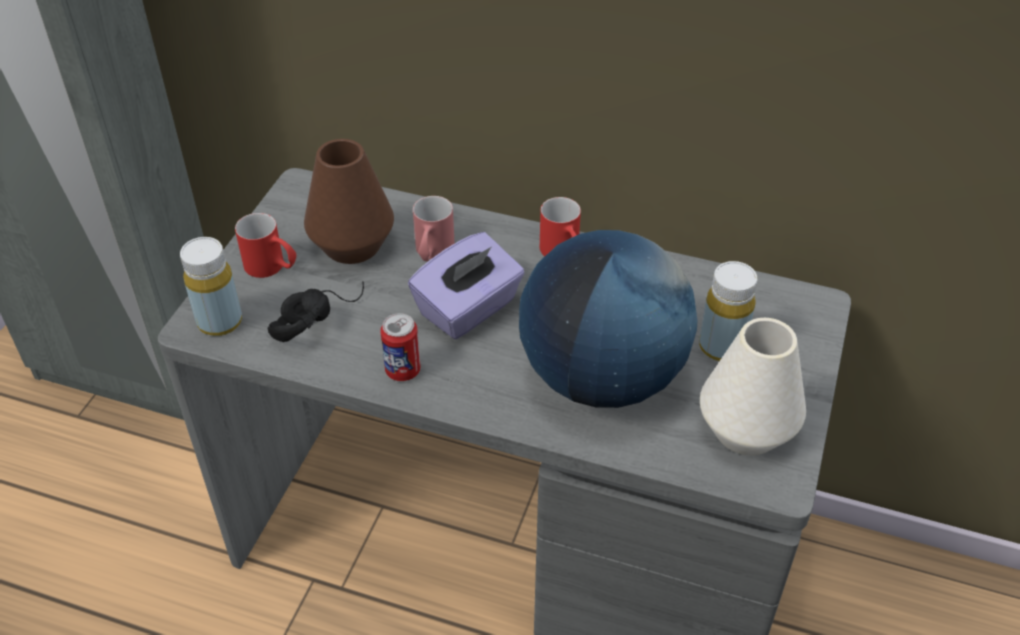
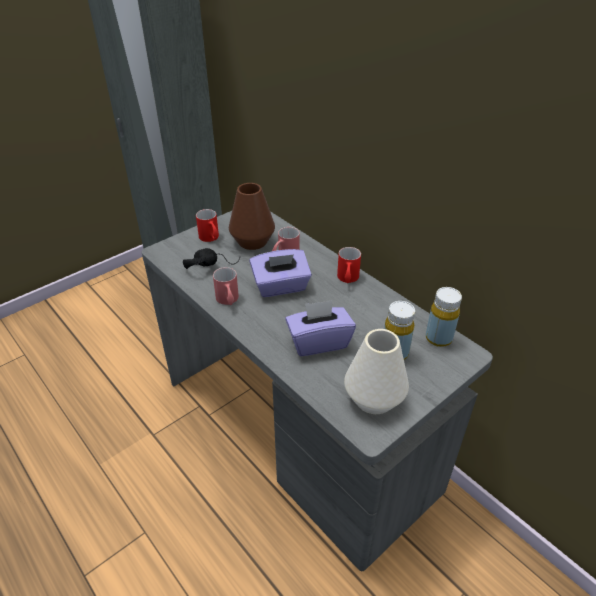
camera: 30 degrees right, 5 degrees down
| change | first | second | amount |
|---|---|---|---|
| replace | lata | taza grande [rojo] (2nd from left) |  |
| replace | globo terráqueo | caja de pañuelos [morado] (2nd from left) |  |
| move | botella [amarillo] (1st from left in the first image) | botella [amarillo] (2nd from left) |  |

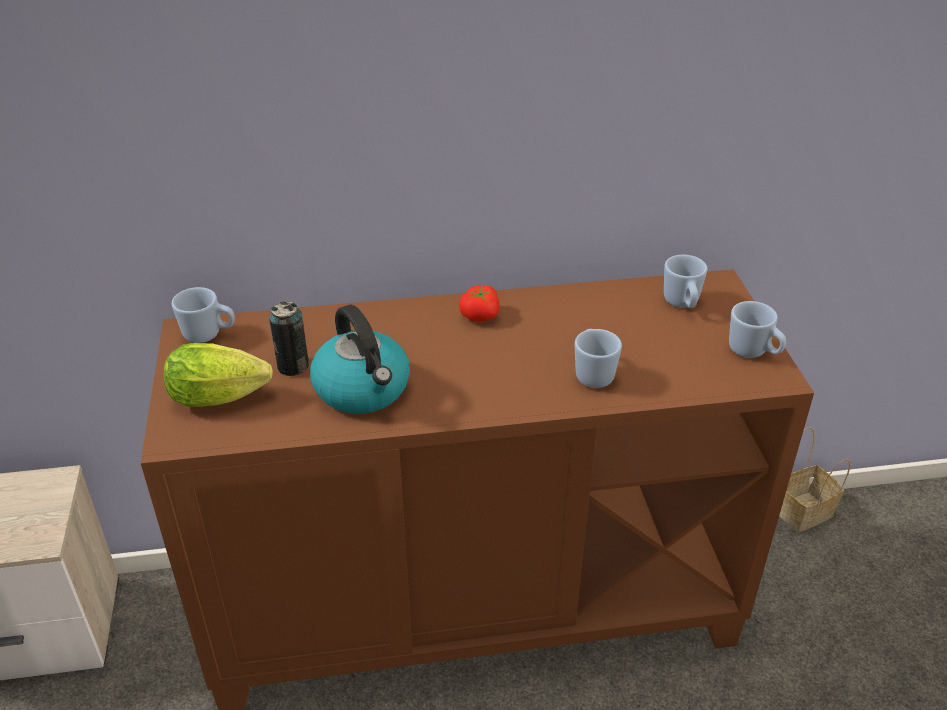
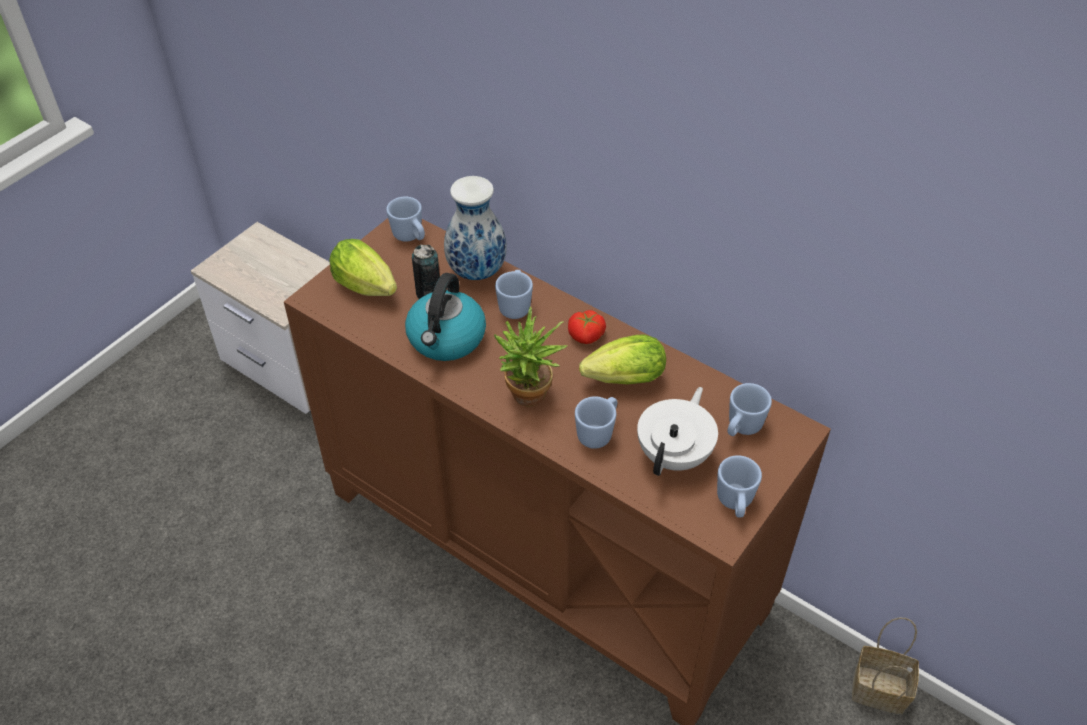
camera: 45 degrees right, 10 degrees up
| change | first | second | amount |
|---|---|---|---|
| insert |  | florero |  |
| insert |  | planta en maceta |  |
| insert |  | taza grande [azul] (2nd from left) |  |
| insert |  | lechuga (2nd from left) |  |
| insert |  | tetera [blanco] |  |

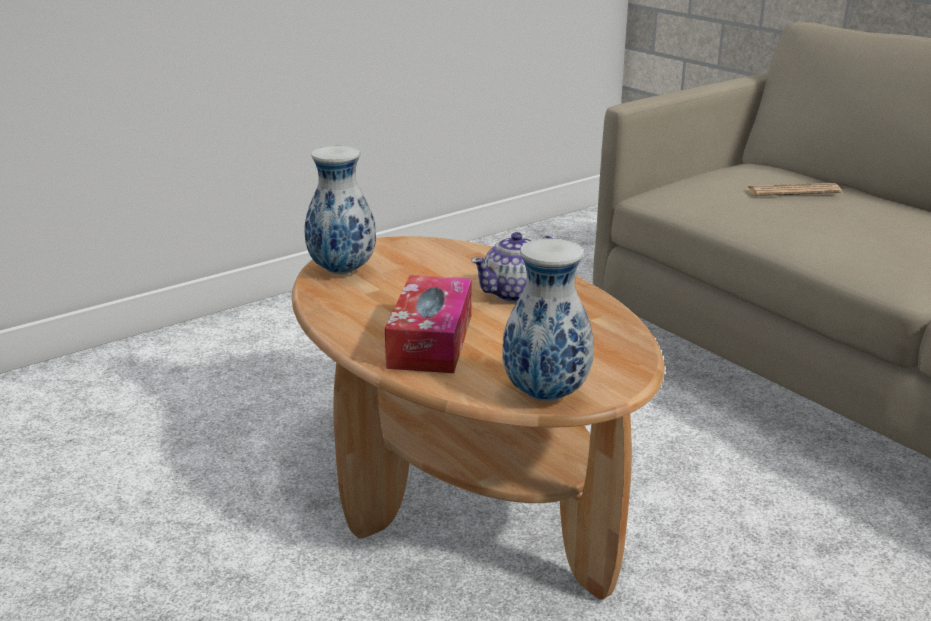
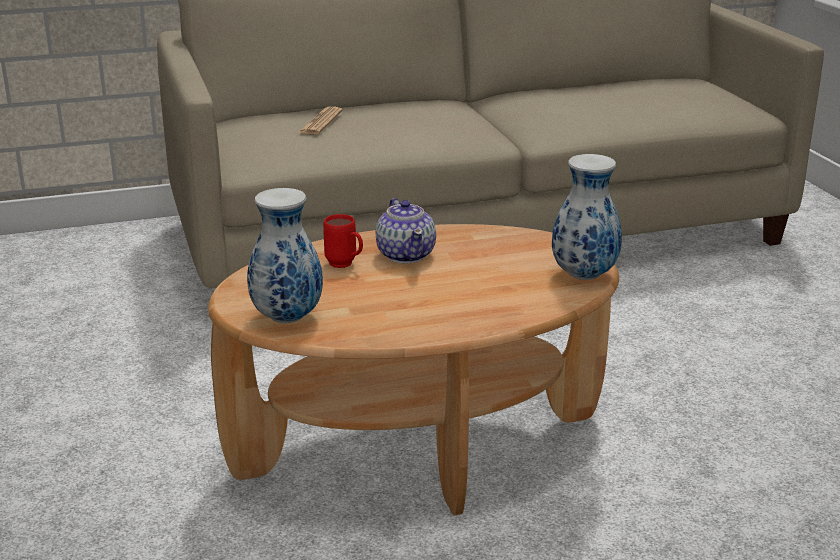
camera: 70 degrees left, 0 degrees up
| change | first | second | amount |
|---|---|---|---|
| insert |  | taza grande [rojo] |  |
| delete | caja de pañuelos |  |  |

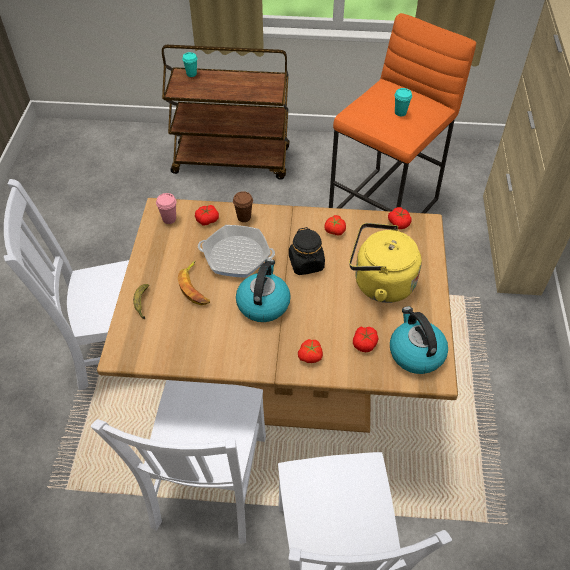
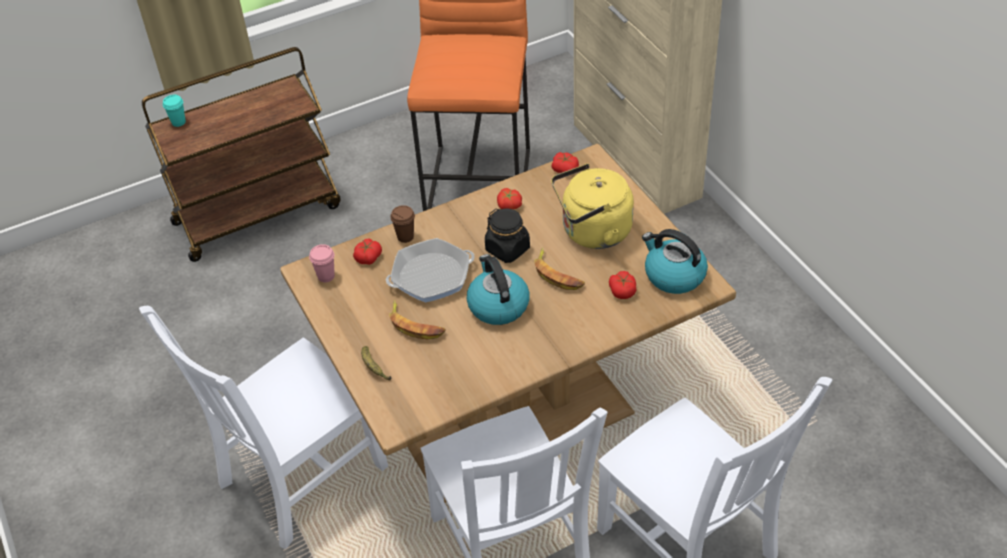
camera: 30 degrees left, 5 degrees down
| change | first | second | amount |
|---|---|---|---|
| insert |  | plátano (3rd from left) |  |
| delete | tomate (2nd from left) |  |  |
| delete | taza [turquesa] (2nd from left) |  |  |

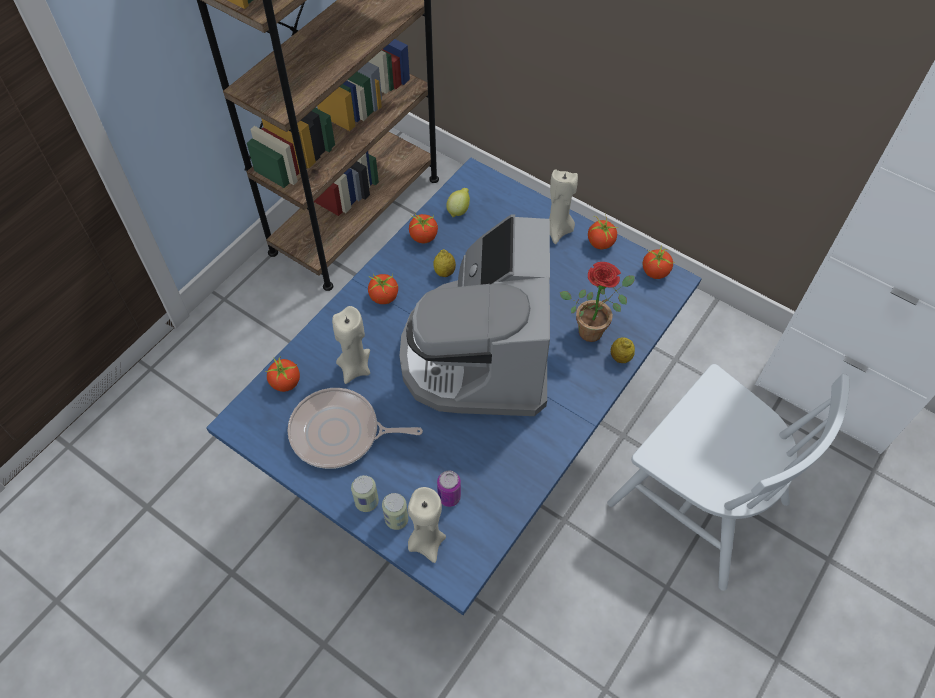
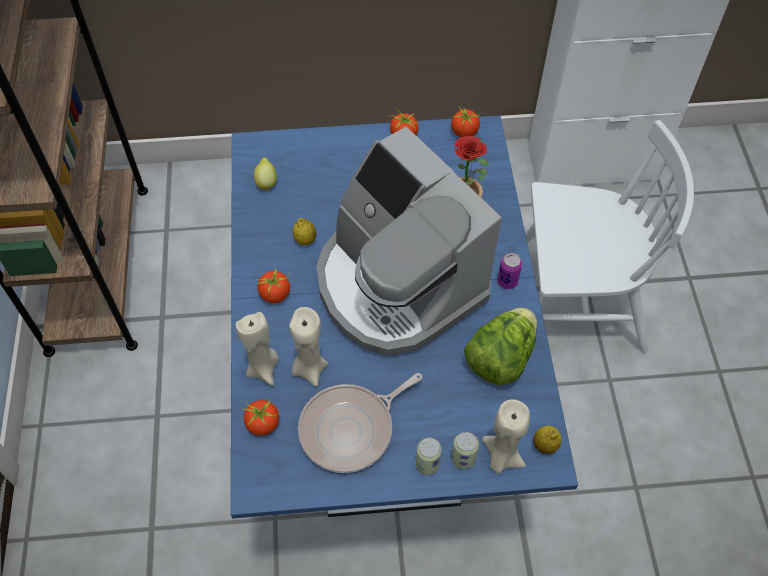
camera: 40 degrees left, 0 degrees up
| change | first | second | amount |
|---|---|---|---|
| move | vela [beis] (3rd from left in the first image) | vela [beis] (1st from left) |  |
| insert |  | lechuga |  |
| move | lata (3rd from left) |  |  |
| move | limón (3rd from left) |  |  |
| delete | tomate (3rd from left) |  |  |

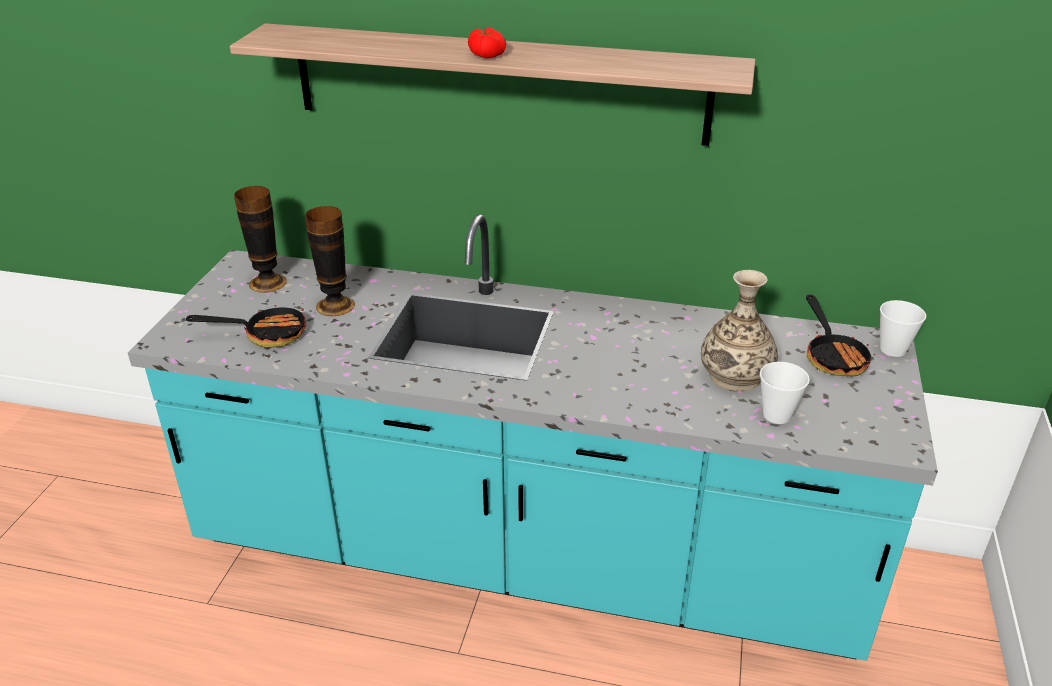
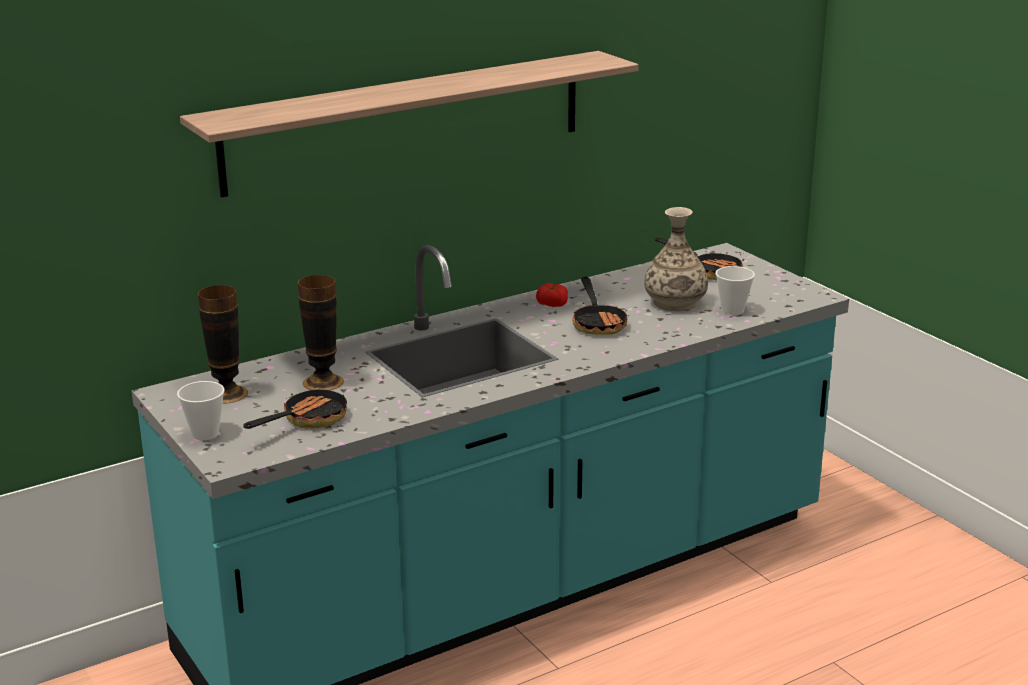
camera: 45 degrees left, 10 degrees down
| change | first | second | amount |
|---|---|---|---|
| move | taza (2nd from left in the first image) | taza (1st from left) |  |
| move | tomate |  |  |
| insert |  | sartén (2nd from left) |  |

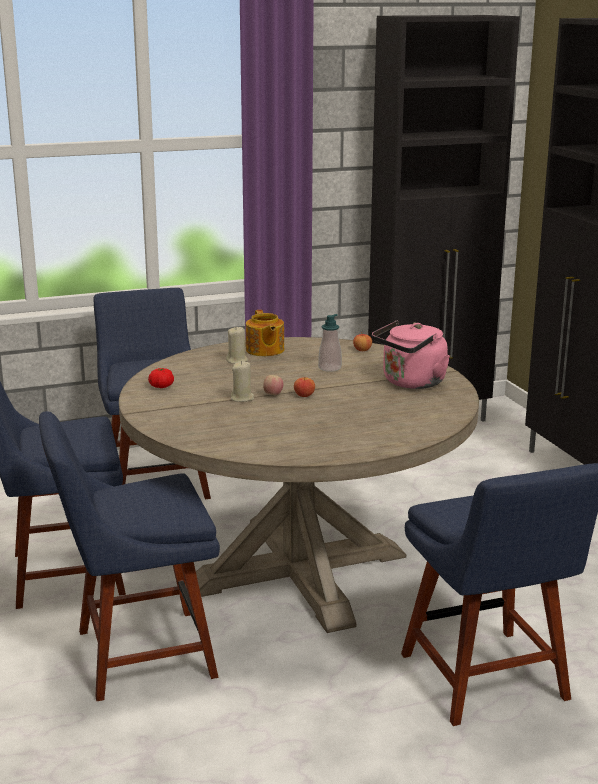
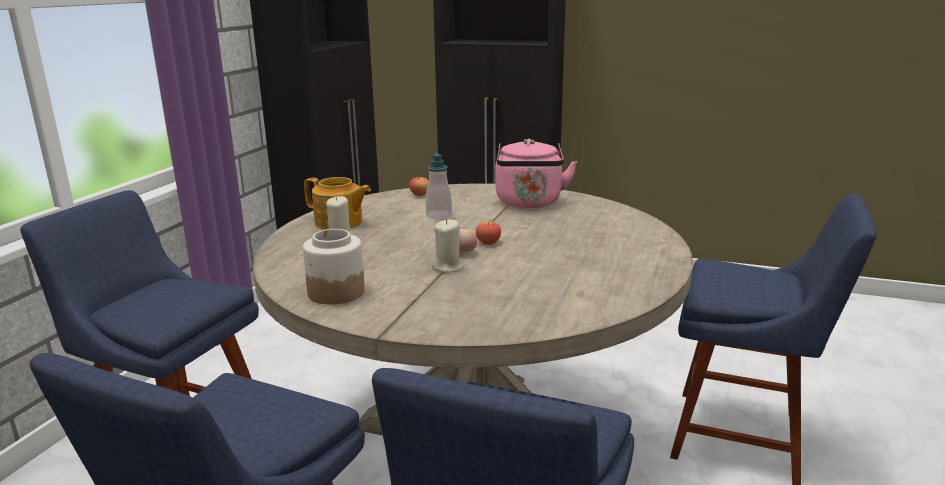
camera: 50 degrees left, 0 degrees up
| change | first | second | amount |
|---|---|---|---|
| replace | tomate | tarro |  |

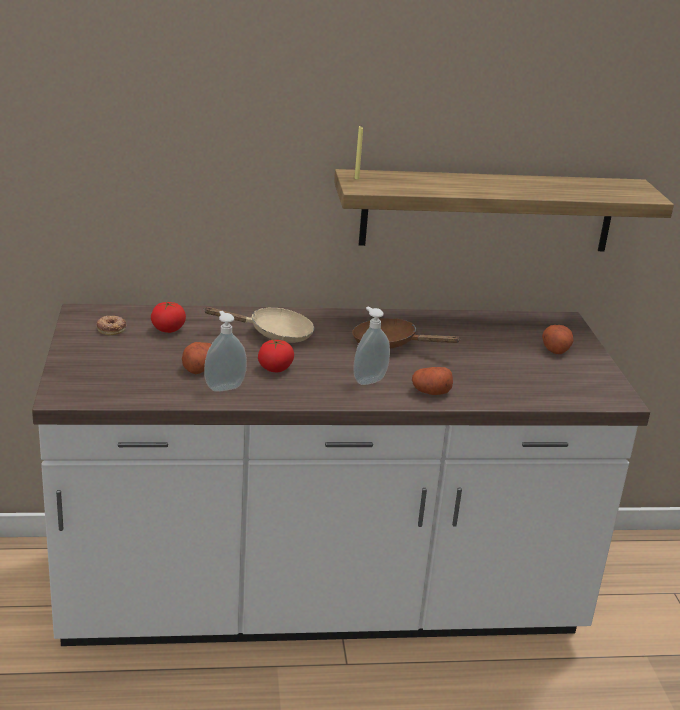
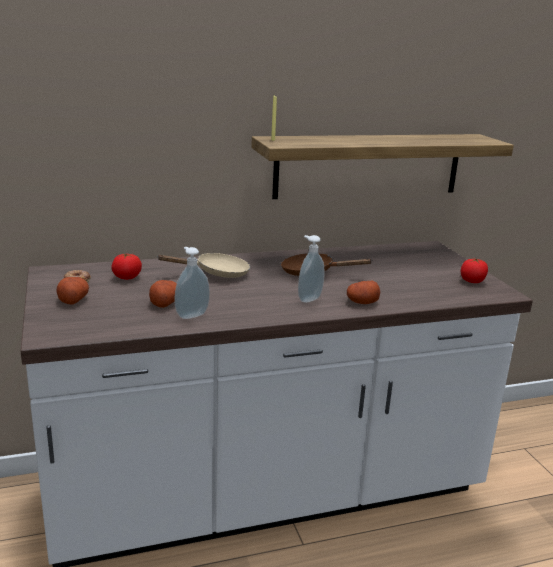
camera: 10 degrees left, 5 degrees down
| change | first | second | amount |
|---|---|---|---|
| move | patata (3rd from left in the first image) | patata (1st from left) |  |
| move | tomate (2nd from left) |  |  |

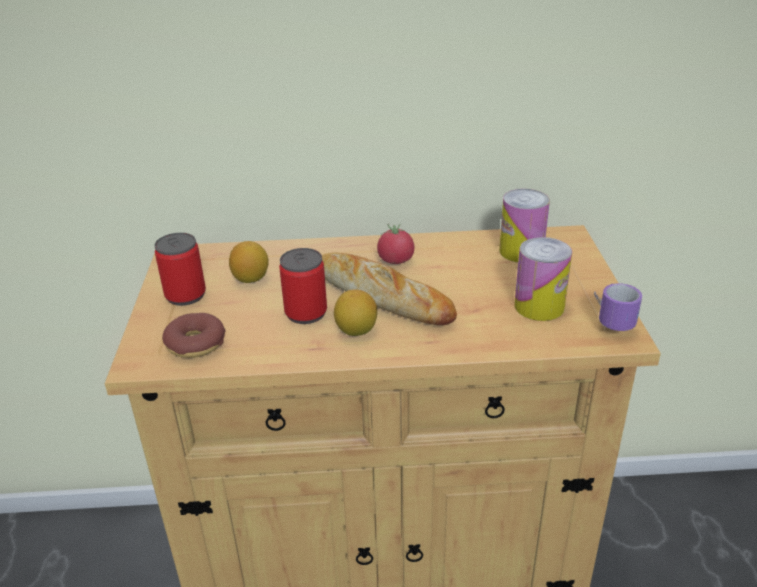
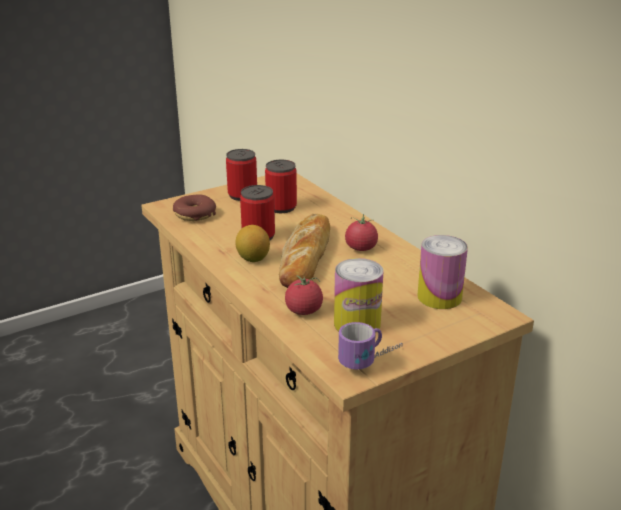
camera: 60 degrees right, 5 degrees down
| change | first | second | amount |
|---|---|---|---|
| replace | limón (1st from left) | lata (3rd from left) |  |
| insert |  | tomate (1st from left) |  |

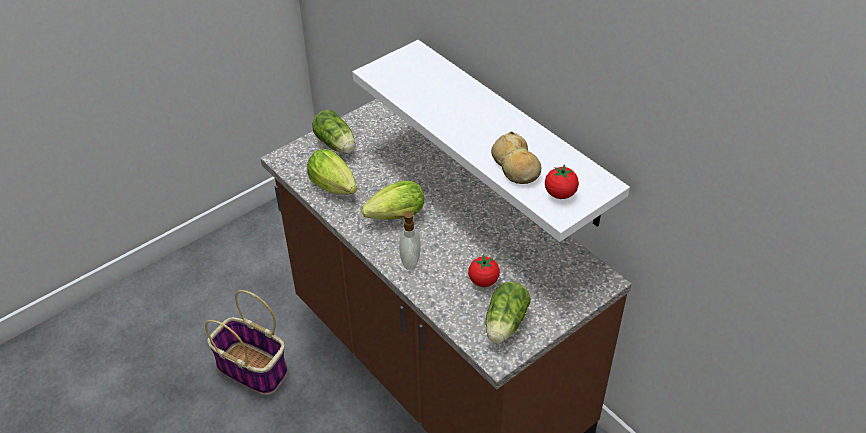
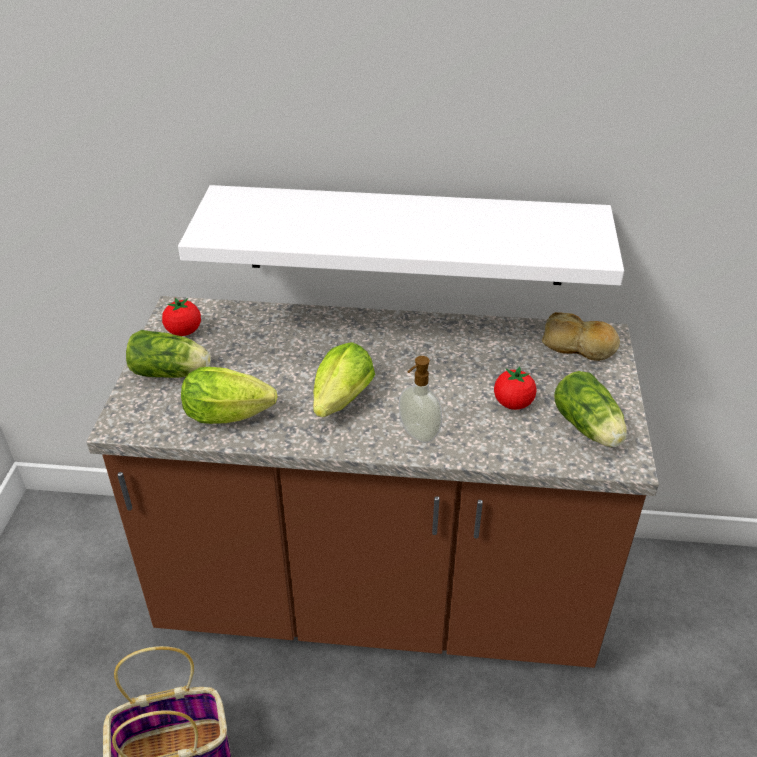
camera: 45 degrees left, 5 degrees down
| change | first | second | amount |
|---|---|---|---|
| move | tomate (2nd from left in the first image) | tomate (1st from left) |  |
| move | pan |  |  |

